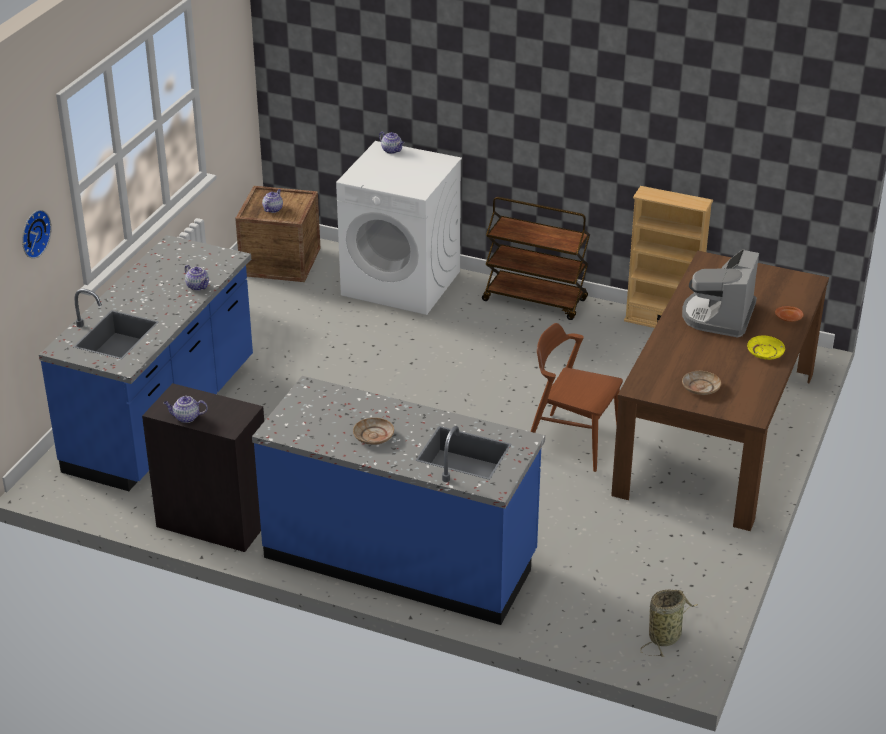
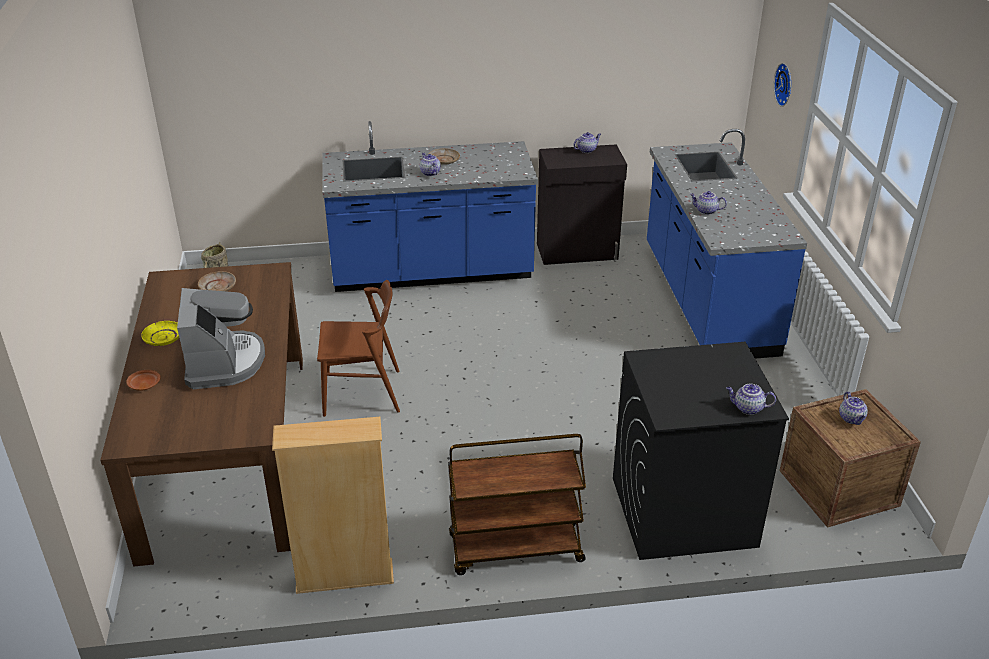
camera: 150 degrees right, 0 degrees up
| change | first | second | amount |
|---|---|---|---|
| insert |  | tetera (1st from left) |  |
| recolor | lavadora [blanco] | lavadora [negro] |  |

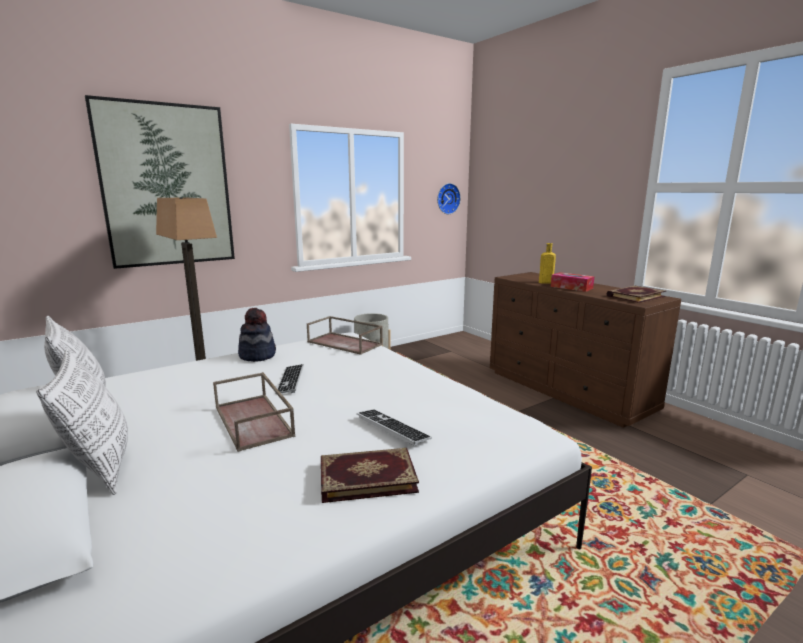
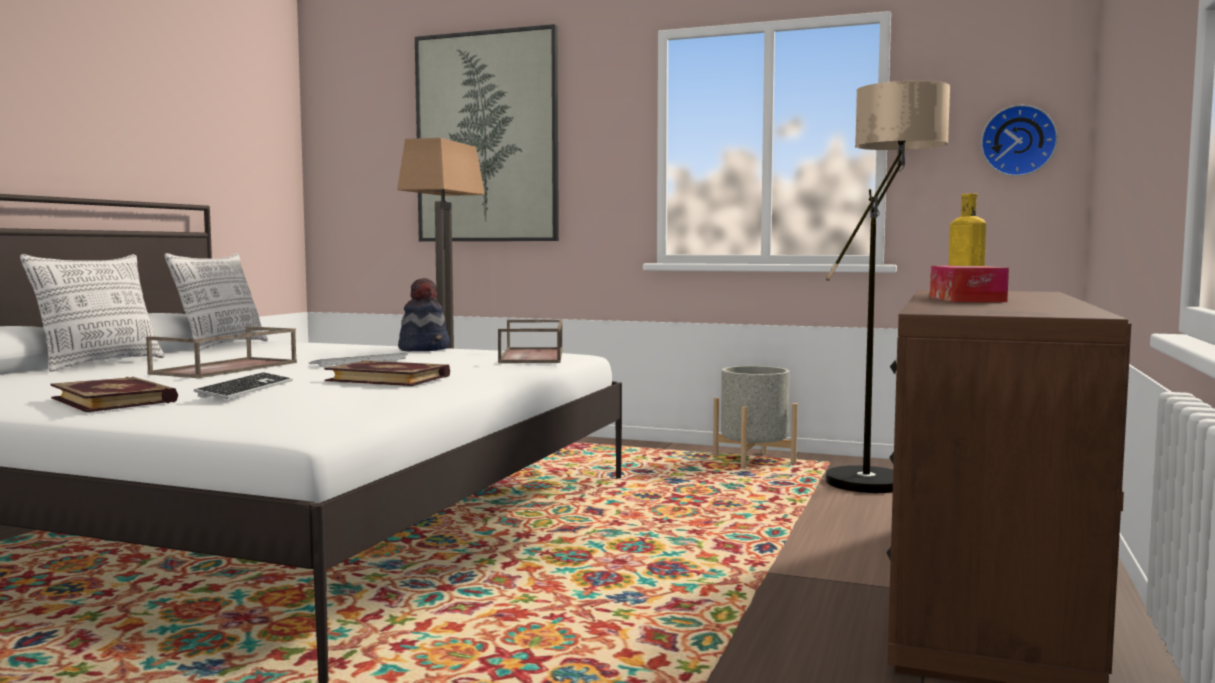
camera: 55 degrees right, 10 degrees down
| change | first | second | amount |
|---|---|---|---|
| move | libro (2nd from left) |  |  |
| insert |  | lámpara de pie (2nd from left) |  |

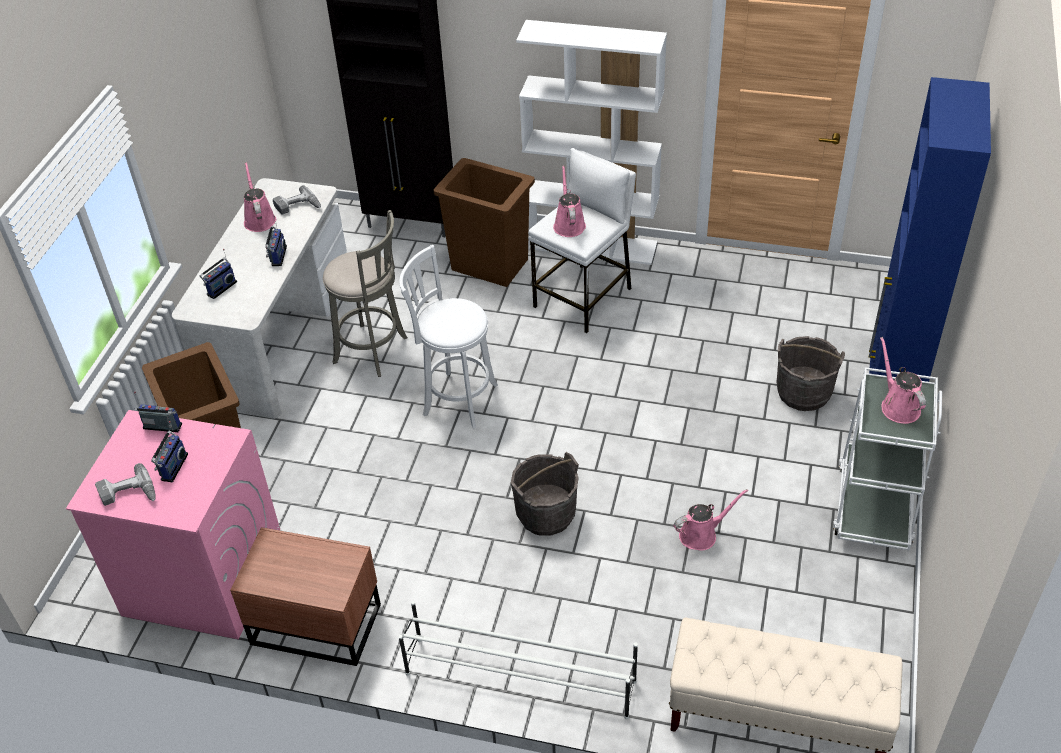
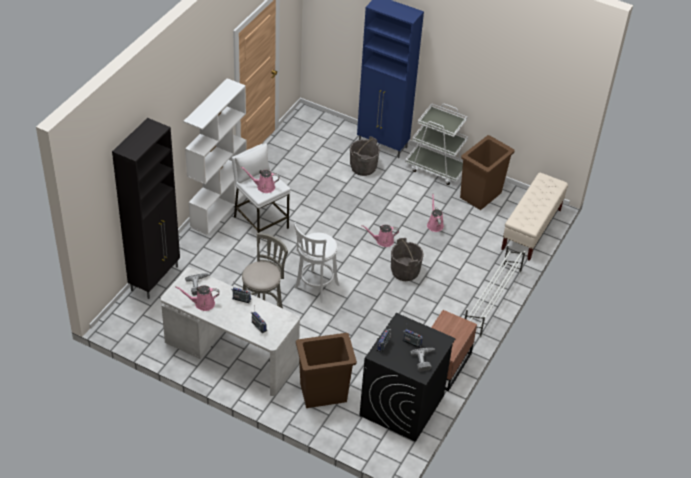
camera: 80 degrees left, 0 degrees up
| change | first | second | amount |
|---|---|---|---|
| recolor | lavadora [rosa] | lavadora [negro] |  |
| move | regadera [rosa] (4th from left in the first image) | regadera [rosa] (3rd from left) |  |
| move | papelera [marrón] (2nd from left) |  |  |

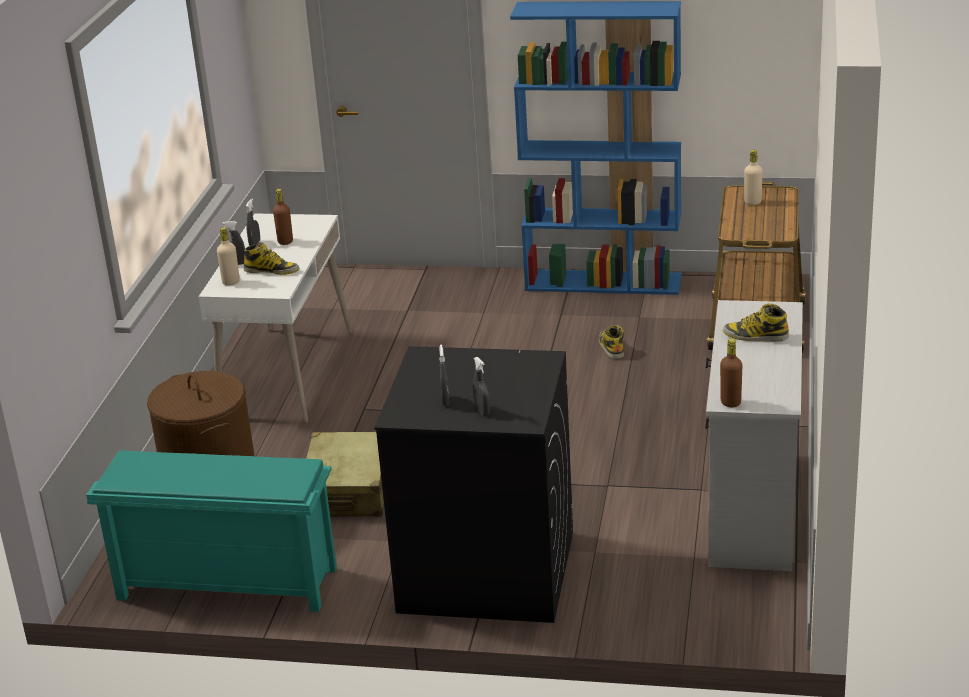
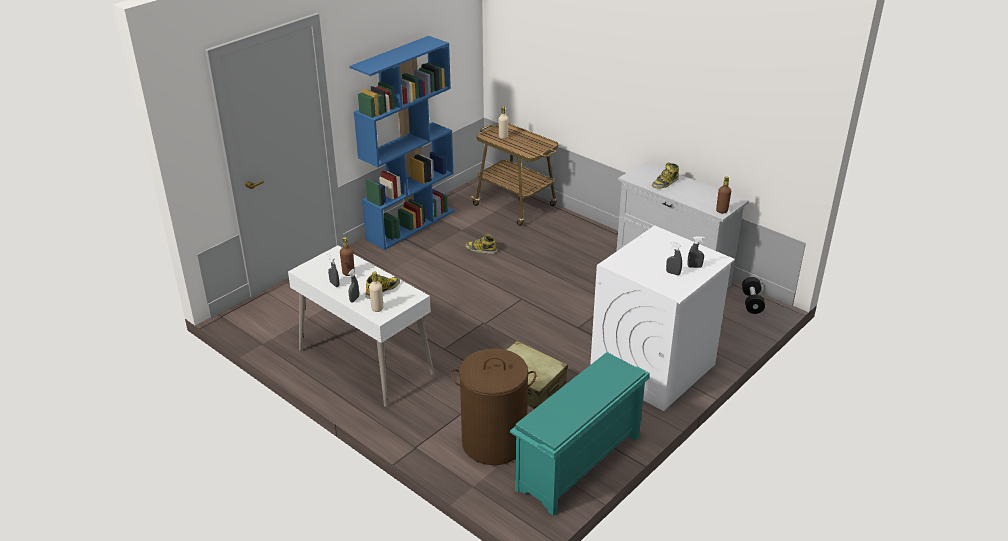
camera: 60 degrees left, 5 degrees up
| change | first | second | amount |
|---|---|---|---|
| recolor | lavadora [negro] | lavadora [blanco] |  |
| insert |  | mancuerna [negro] |  |

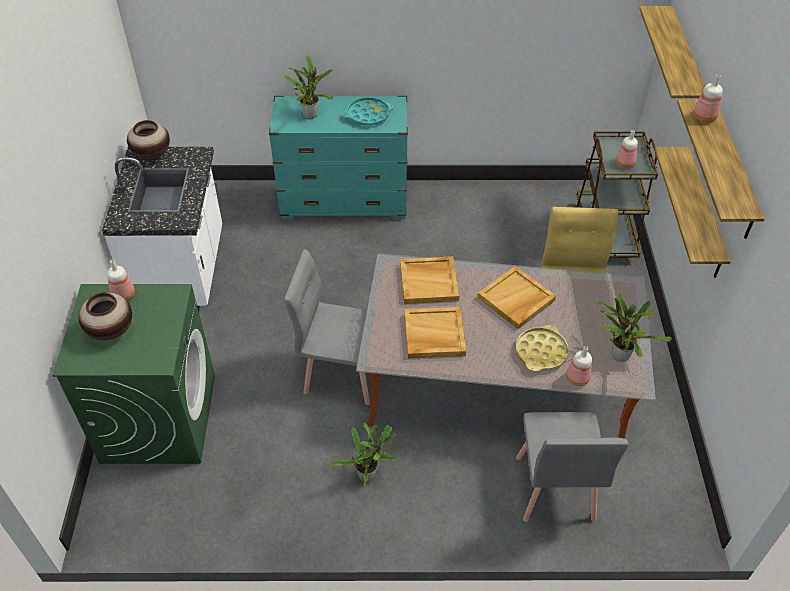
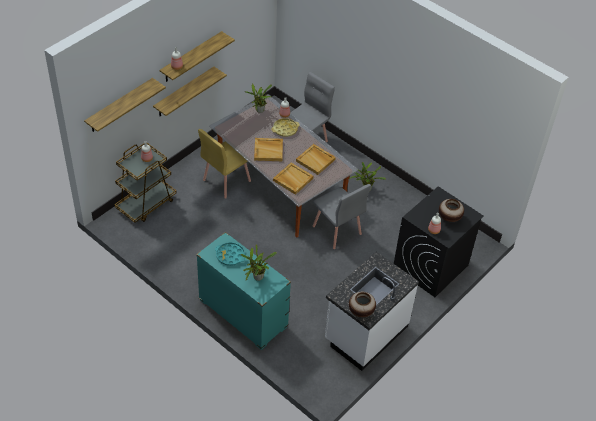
camera: 140 degrees left, 0 degrees up
| change | first | second | amount |
|---|---|---|---|
| recolor | lavadora [verde] | lavadora [negro] |  |

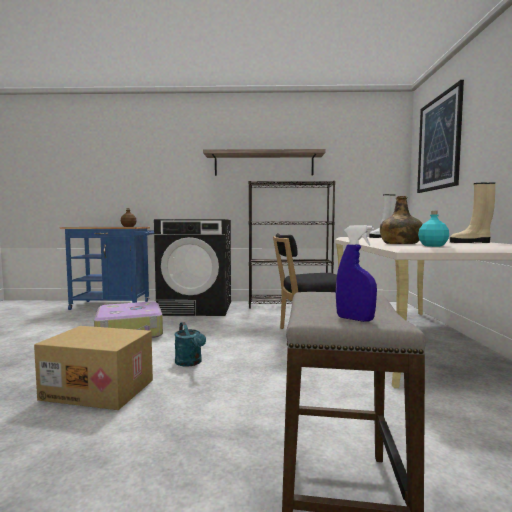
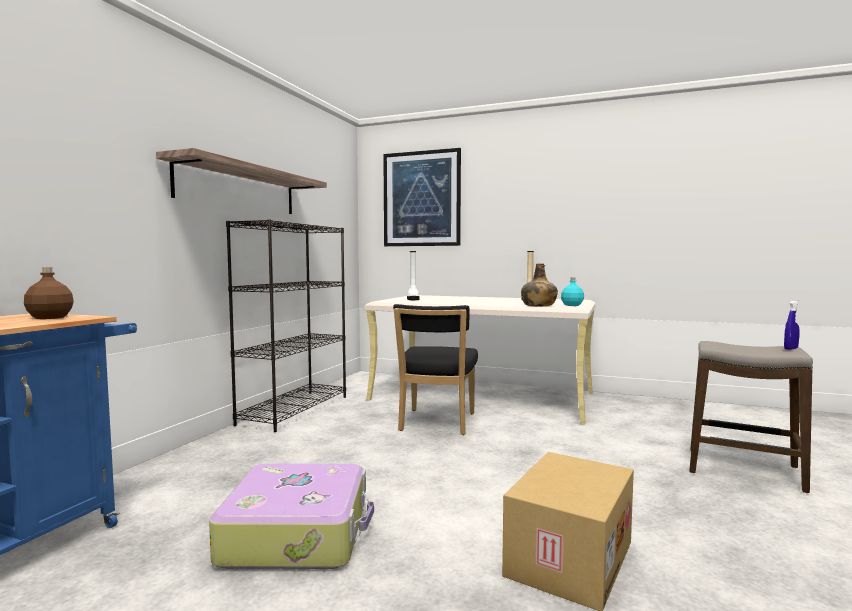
camera: 70 degrees left, 0 degrees up
| change | first | second | amount |
|---|---|---|---|
| delete | lavadora [negro] |  |  |
| delete | regadera [turquesa] |  |  |

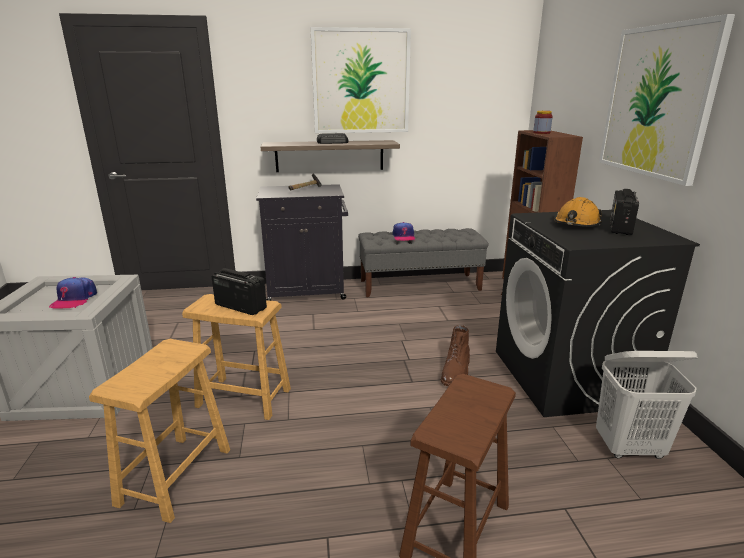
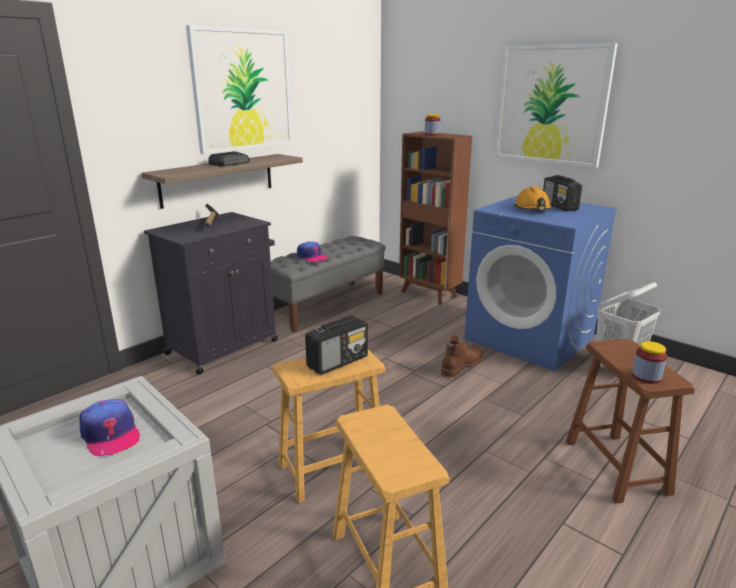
camera: 40 degrees left, 0 degrees up
| change | first | second | amount |
|---|---|---|---|
| rotate | radio (1st from left in the first image) | radio (2nd from left) | 150 degrees clockwise |
| rotate | bota [marrón] |  | 120 degrees counterclockwise |
| recolor | lavadora [negro] | lavadora [azul] |  |
| insert |  | tarro (2nd from left) |  |

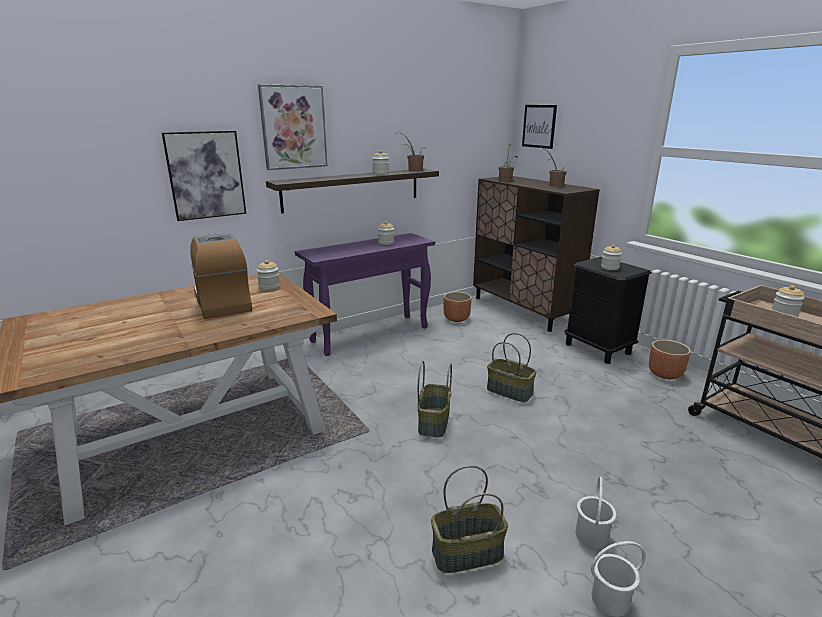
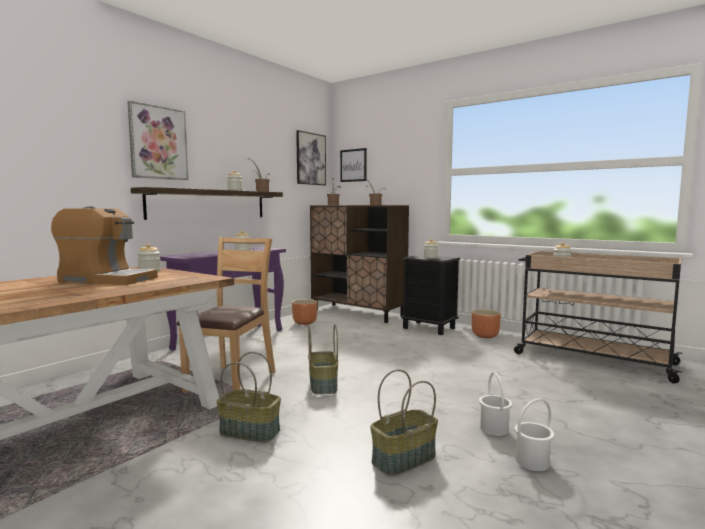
camera: 20 degrees left, 15 degrees down
| change | first | second | amount |
|---|---|---|---|
| rotate | cafetera |  | 150 degrees clockwise |
| insert |  | silla [marrón] |  |
| move | cesta (3rd from left in the first image) | cesta (1st from left) |  |
| move | cuadro (1st from left in the first image) | cuadro (2nd from left) |  |

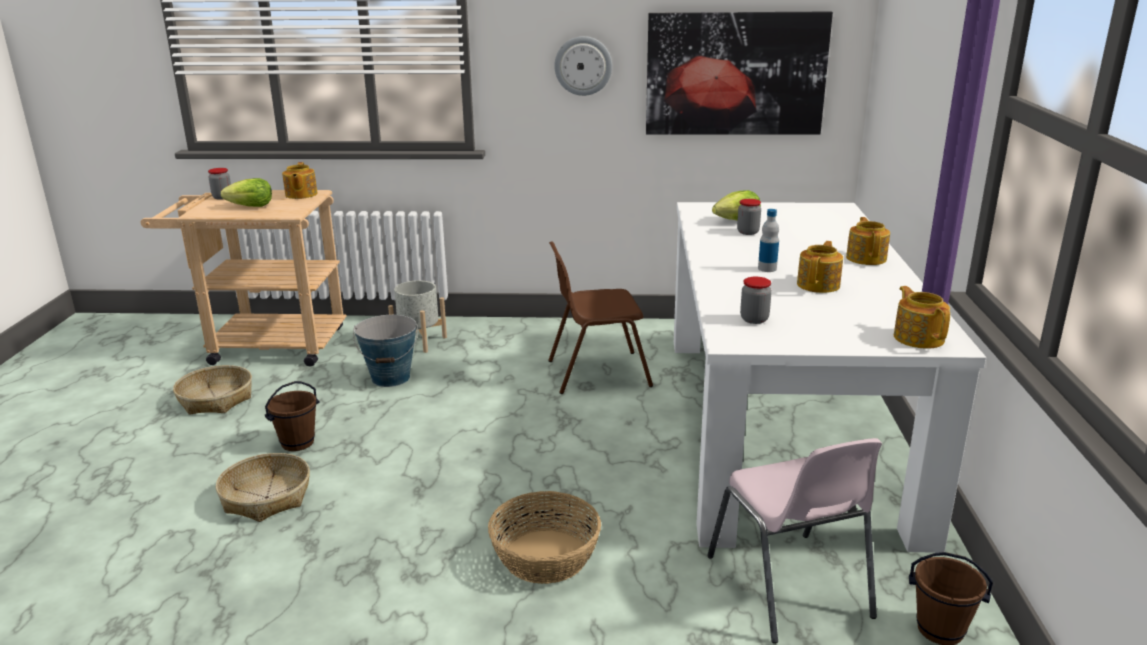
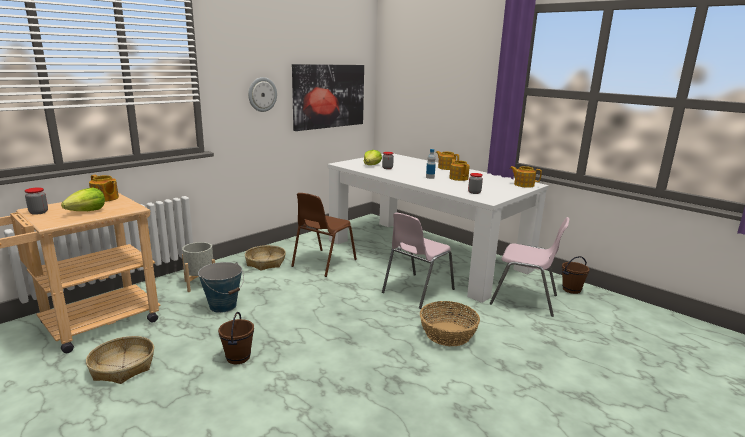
camera: 50 degrees left, 5 degrees down
| change | first | second | amount |
|---|---|---|---|
| move | cesta (2nd from left) |  |  |
| insert |  | silla [rosa] (1st from left) |  |

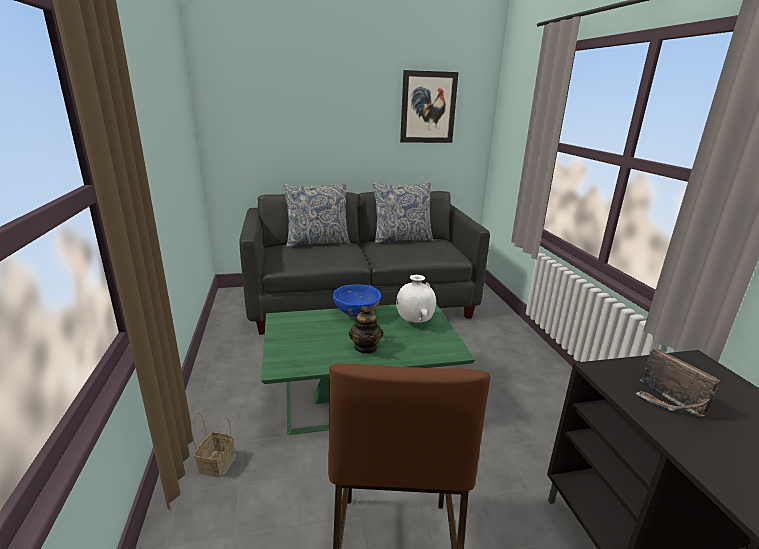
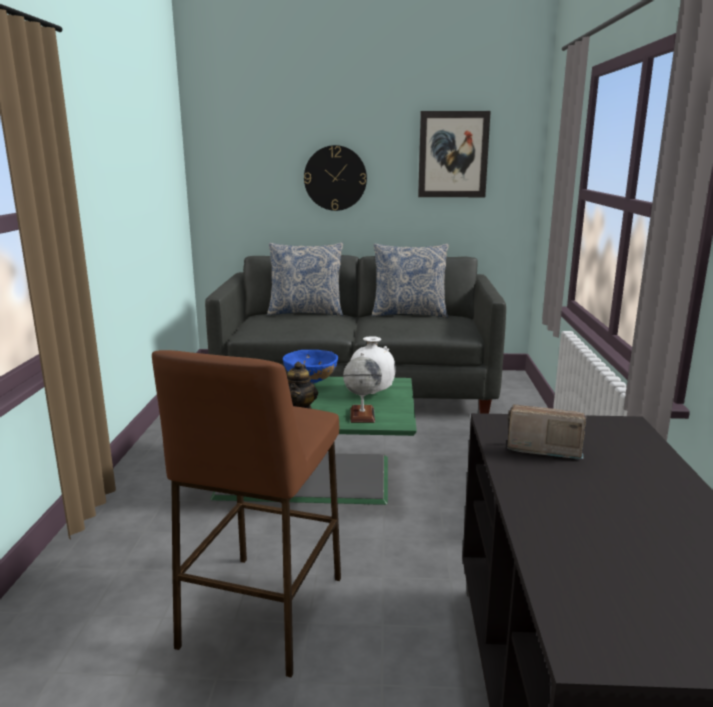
camera: 15 degrees right, 5 degrees down
| change | first | second | amount |
|---|---|---|---|
| insert |  | reloj de pared |  |
| insert |  | globo terráqueo |  |
| rotate | radio |  | 120 degrees clockwise |
| delete | cesta |  |  |

